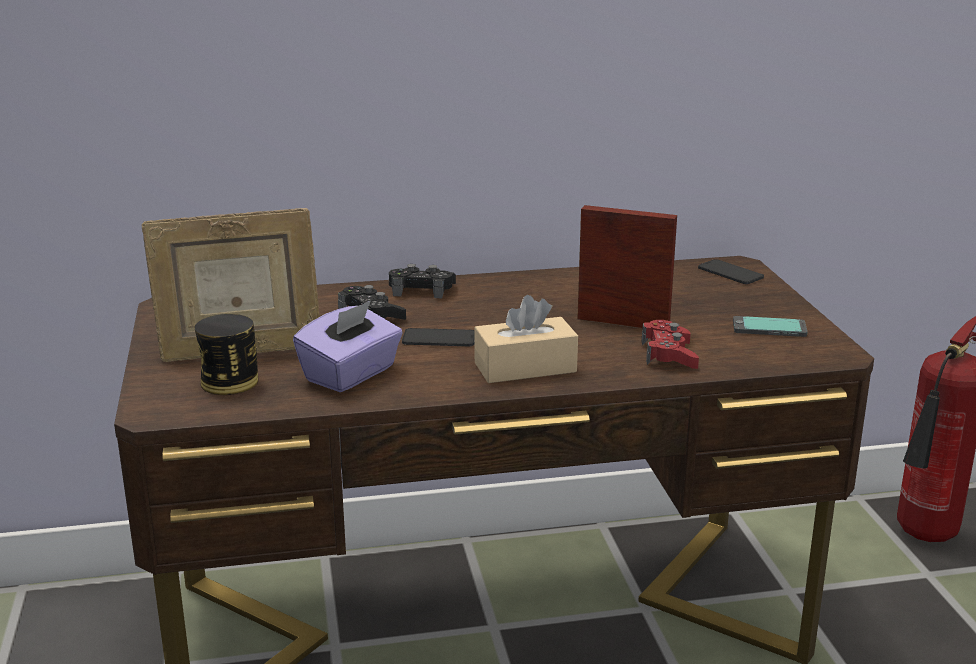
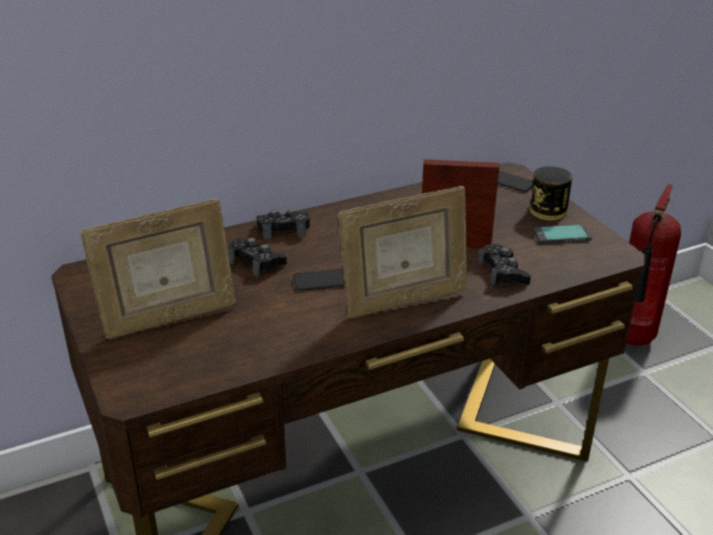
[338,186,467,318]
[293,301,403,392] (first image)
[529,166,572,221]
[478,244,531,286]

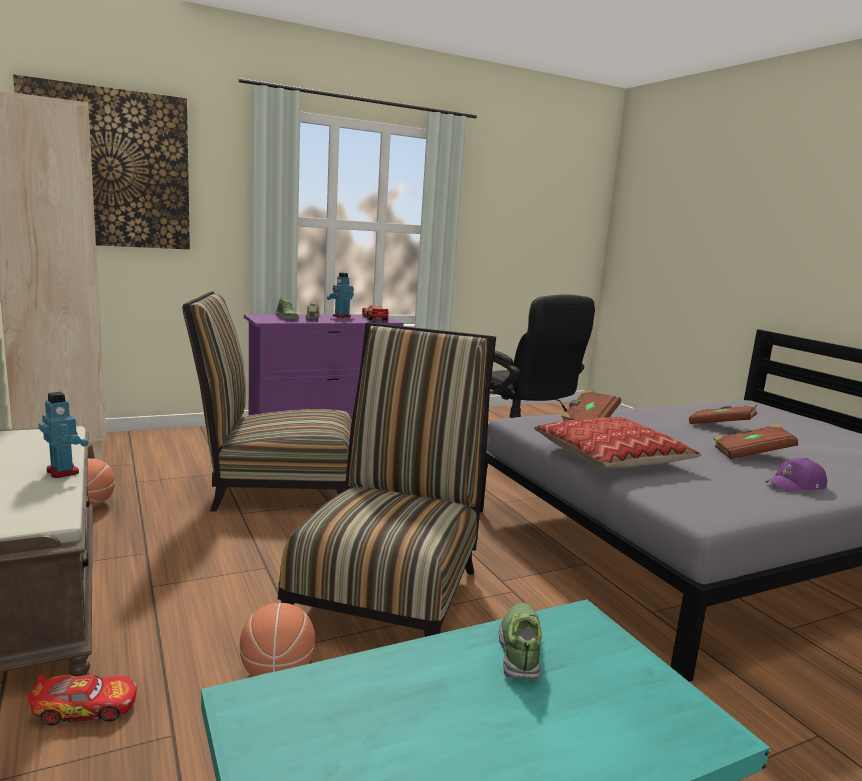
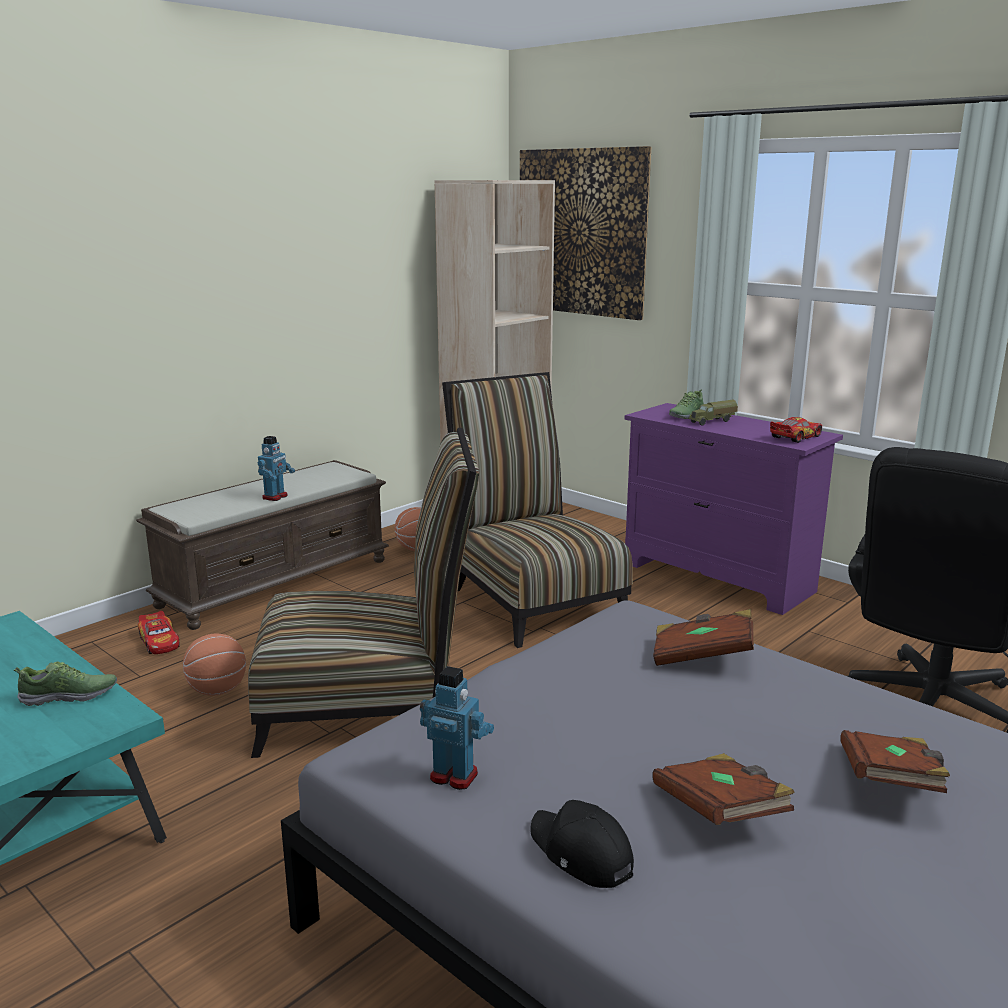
[420,666,494,790]
[534,417,702,468] (first image)
[531,800,634,888]

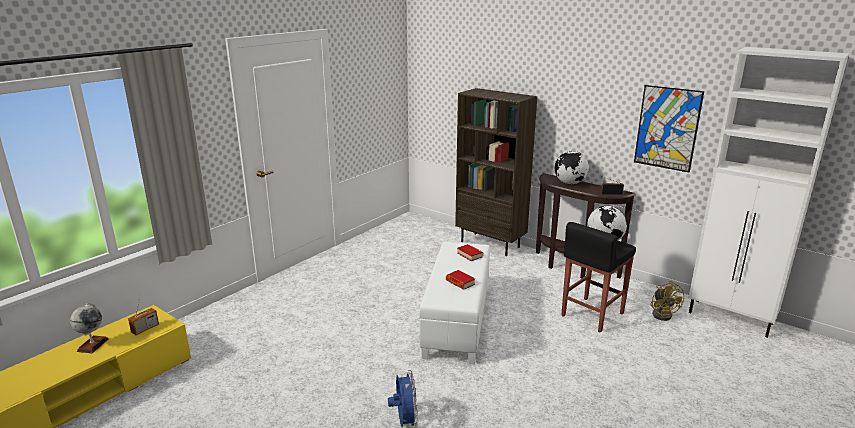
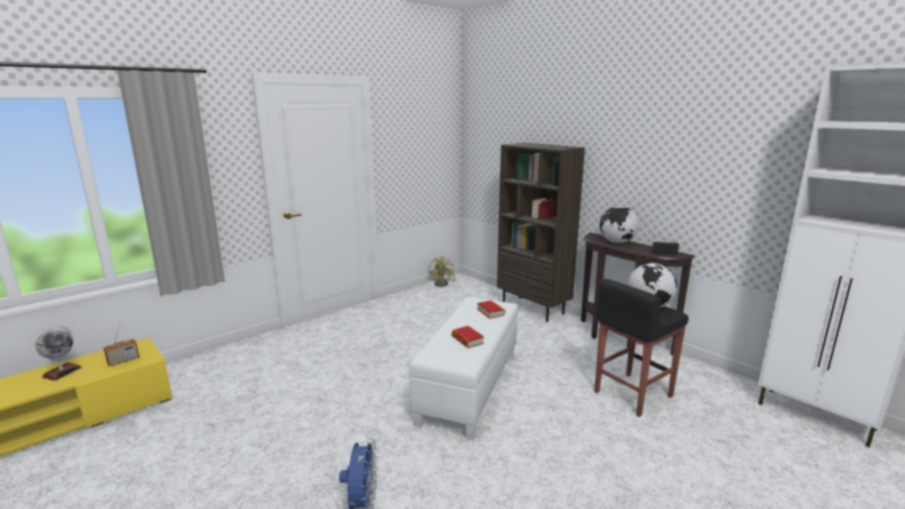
[634,85,704,173] (first image)
[428,256,456,287]

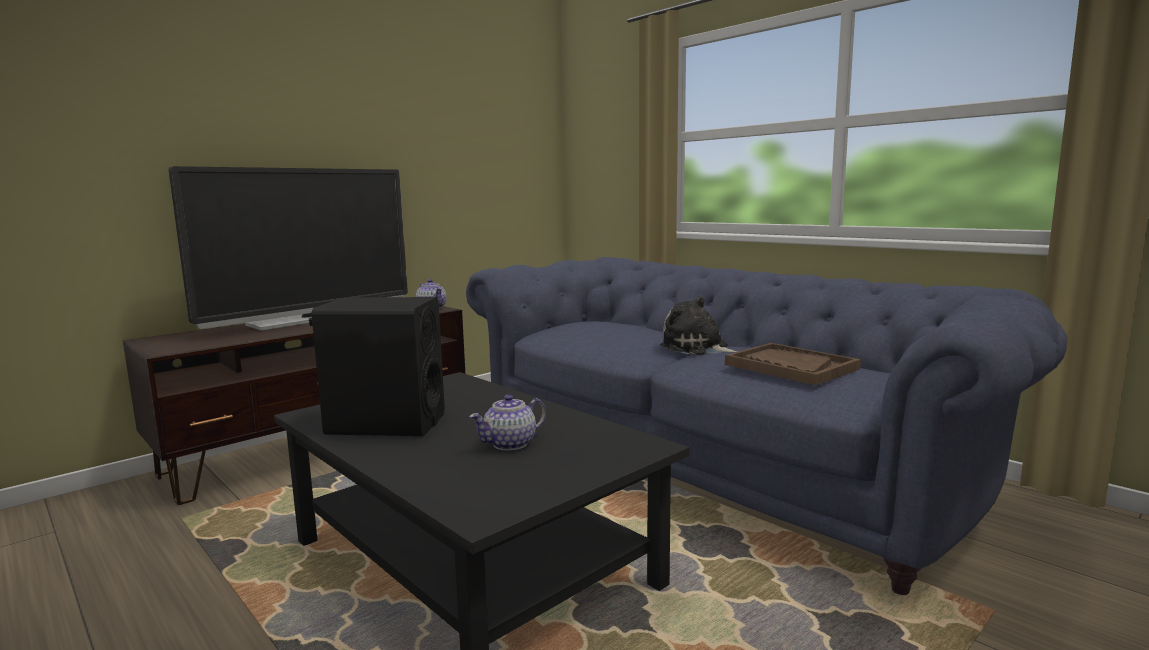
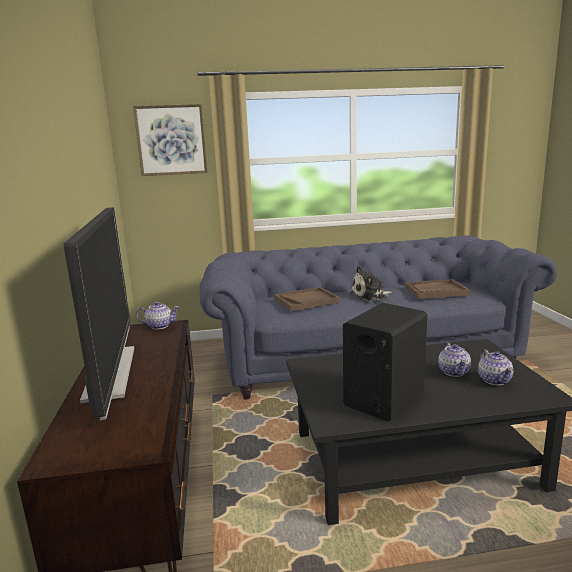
[133,104,208,176]
[275,287,340,311]
[478,349,513,385]

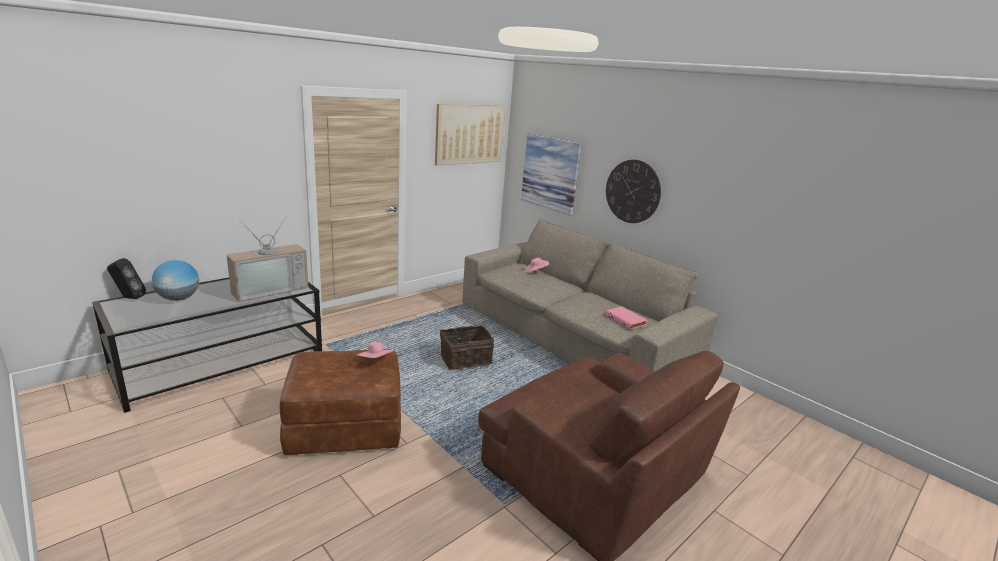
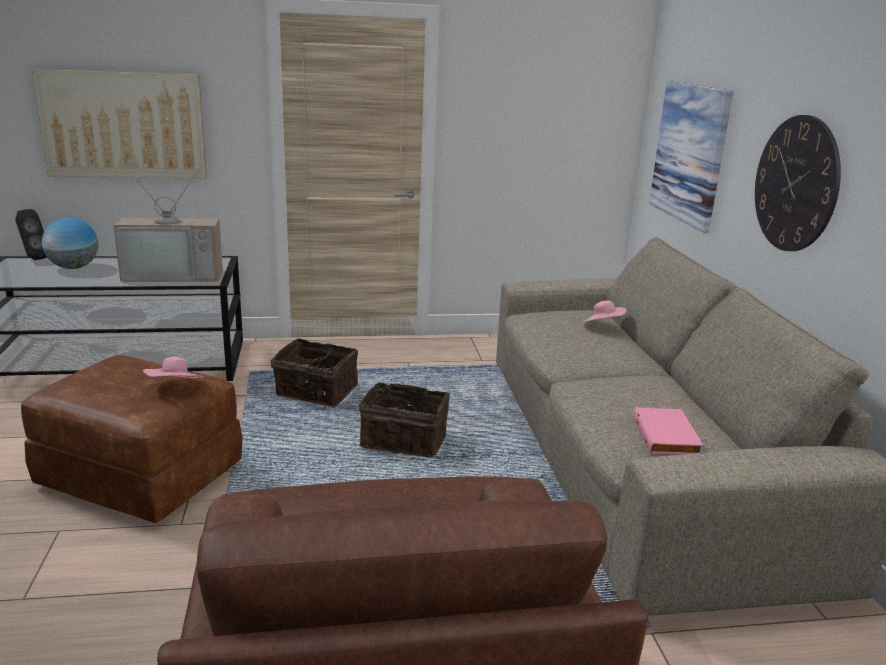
[32,69,207,179]
[271,338,358,406]

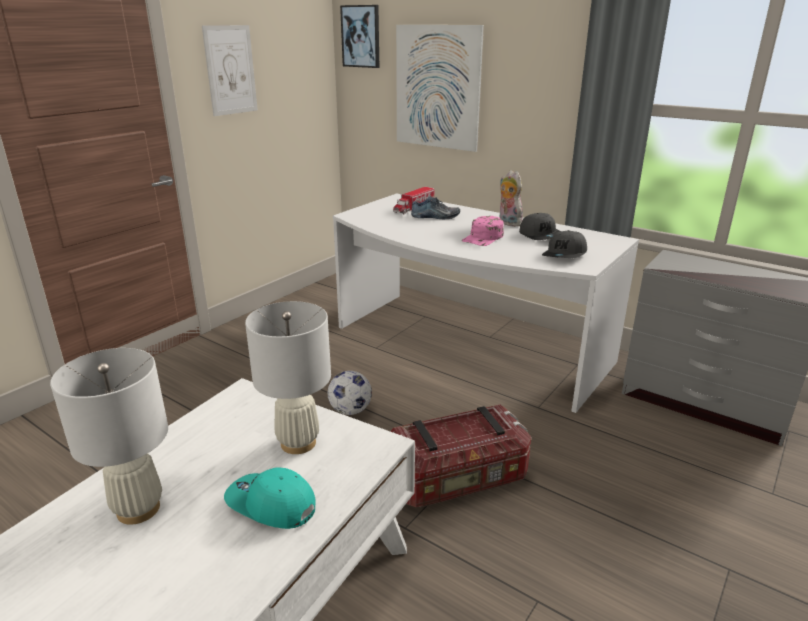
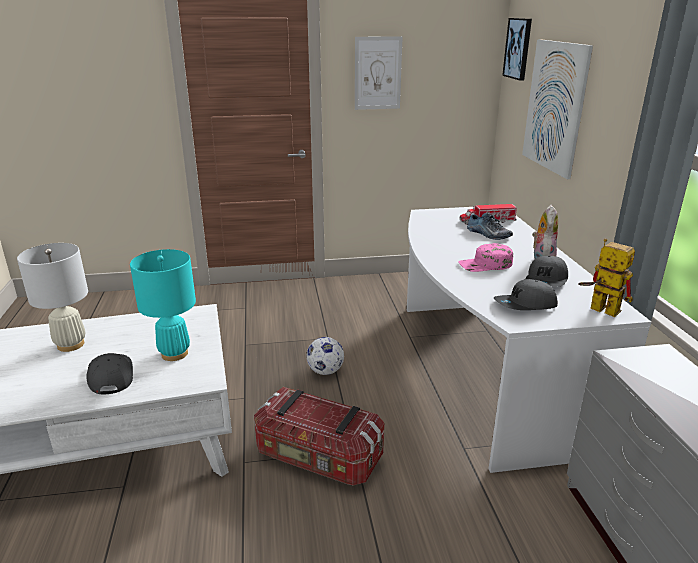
[130,249,196,361]
[86,353,133,395]
[578,239,635,317]

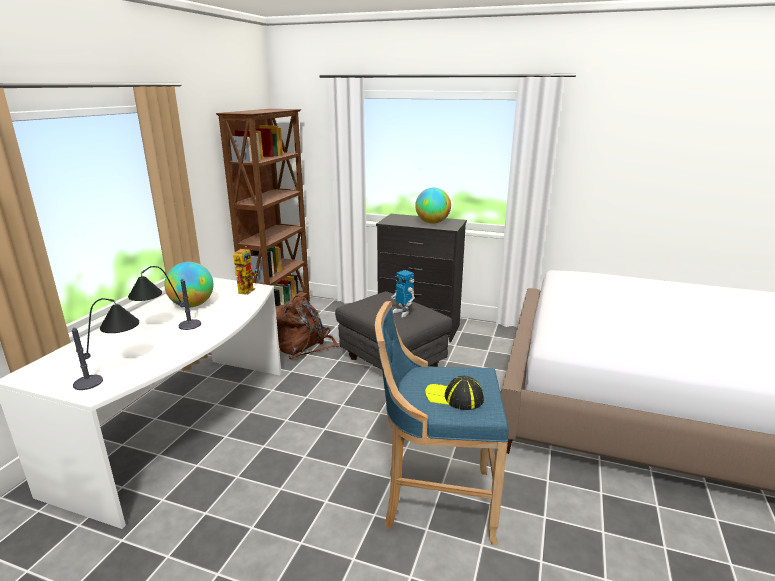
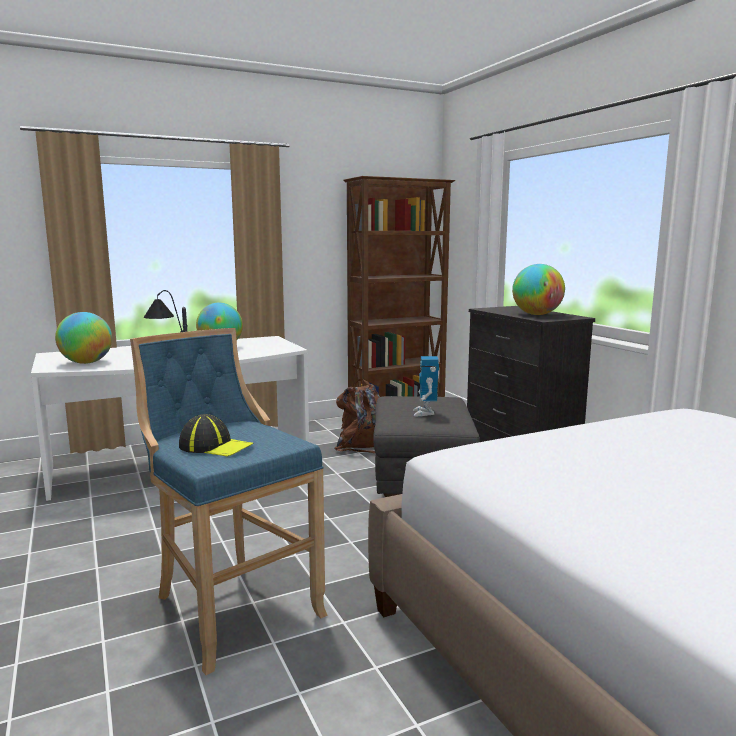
[233,246,258,295] (first image)
[55,312,112,364]
[179,414,254,457]

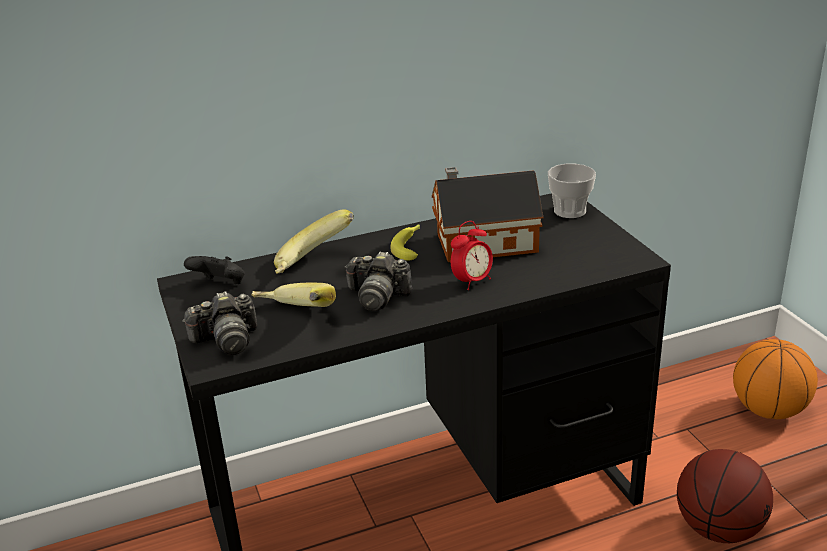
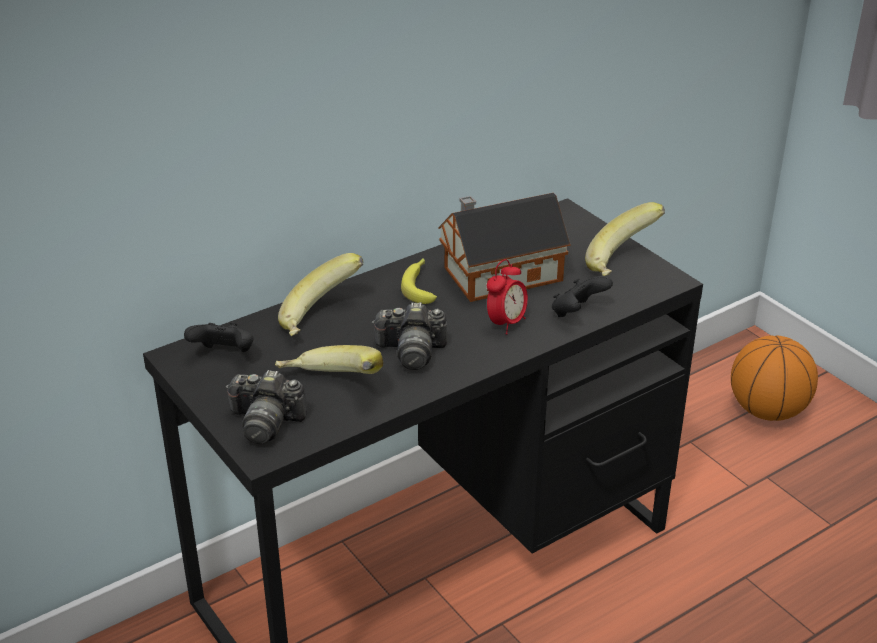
[548,164,596,218] (first image)
[226,370,307,444]
[677,449,773,543] (first image)
[585,202,665,276]
[552,276,613,317]

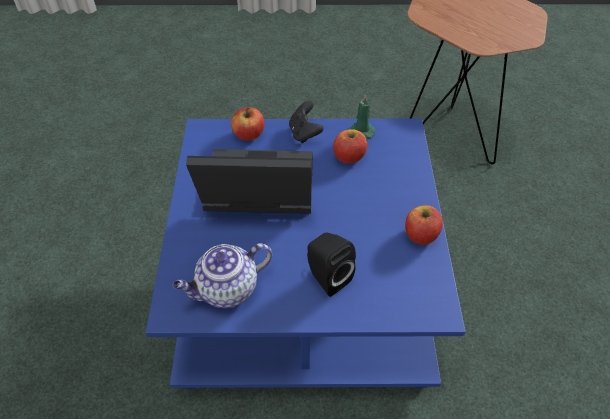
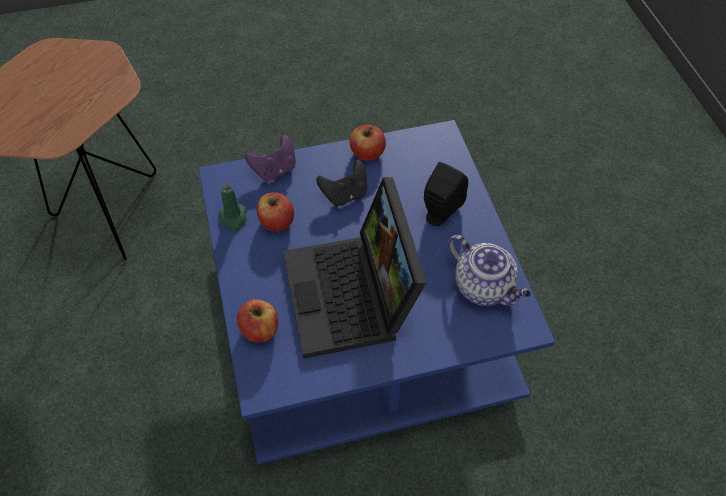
[316,160,367,206]
[245,135,296,181]

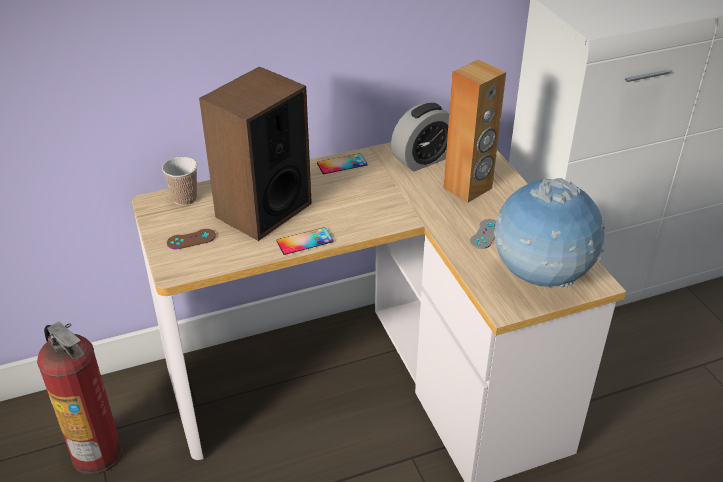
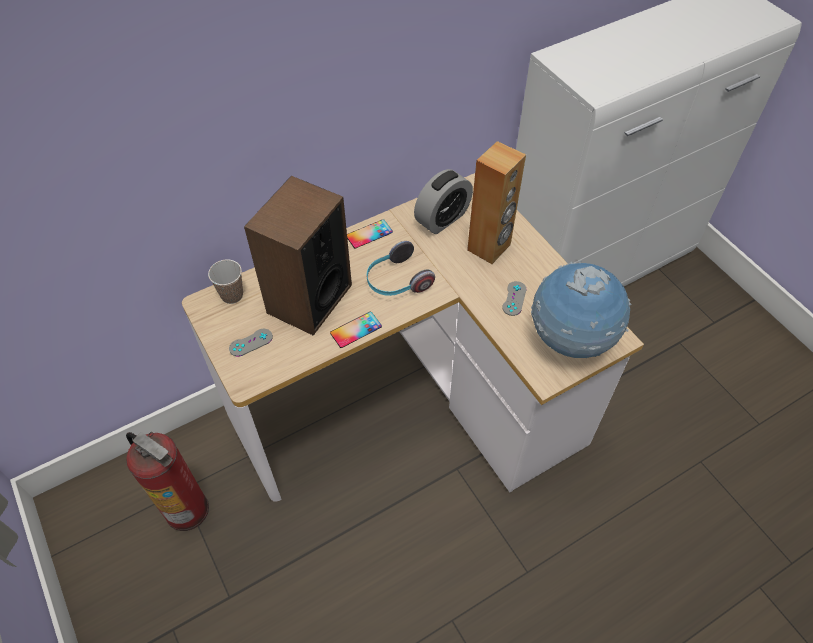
[229,329,273,357]
[367,241,435,296]

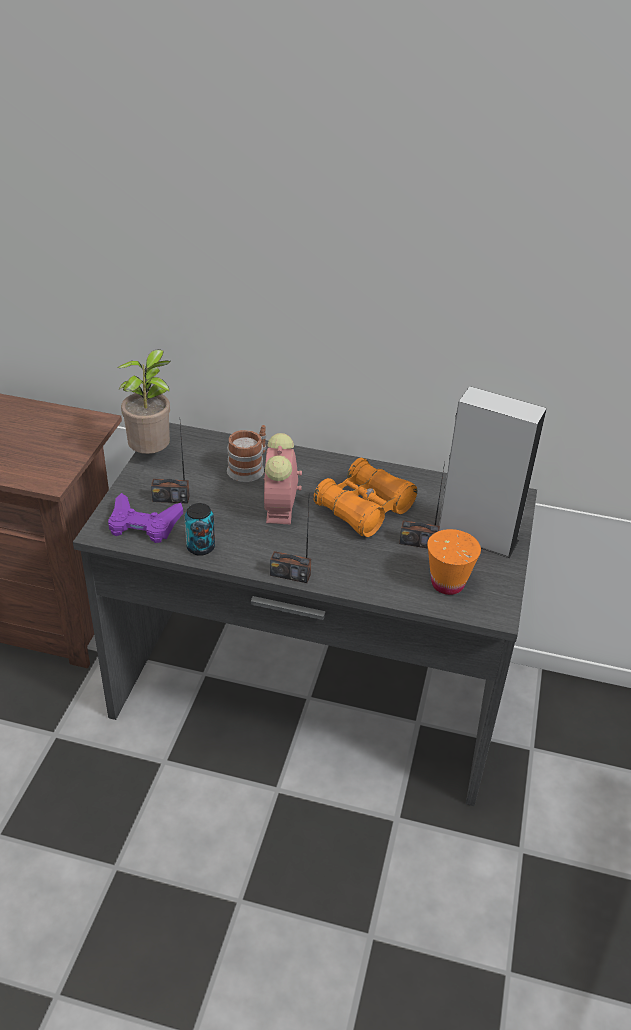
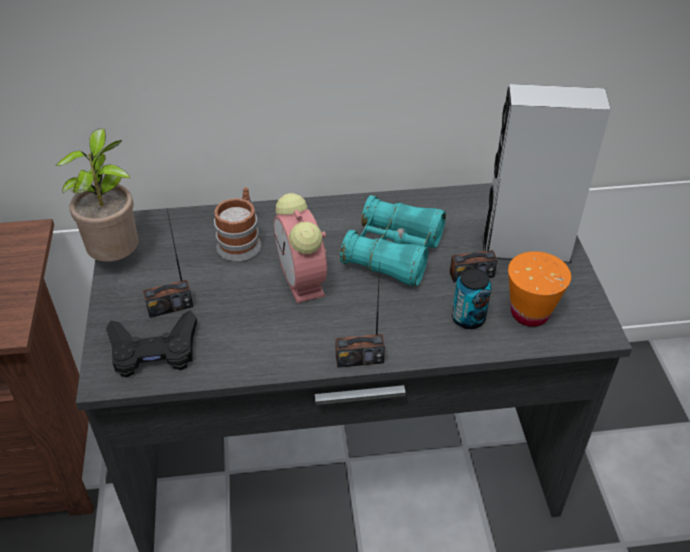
[340,195,446,287]
[106,310,197,378]
[452,268,492,329]

